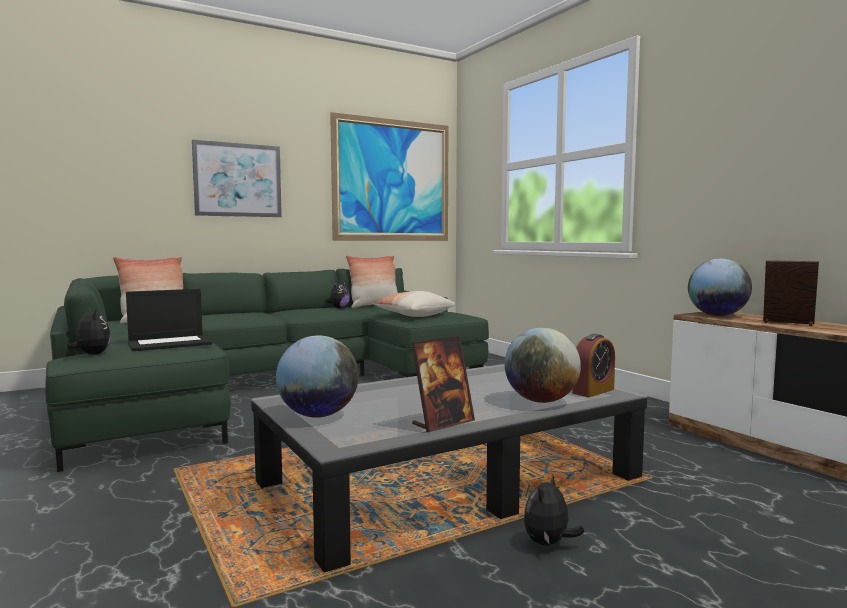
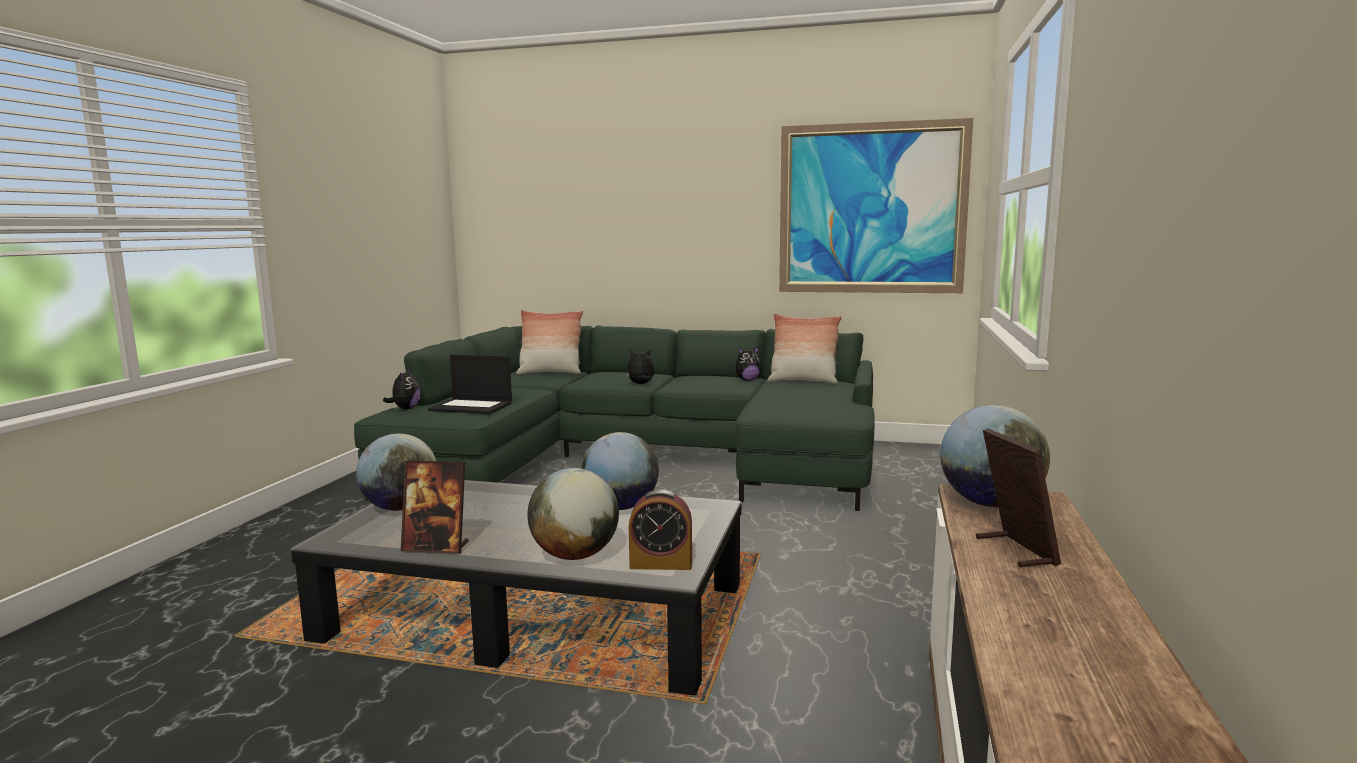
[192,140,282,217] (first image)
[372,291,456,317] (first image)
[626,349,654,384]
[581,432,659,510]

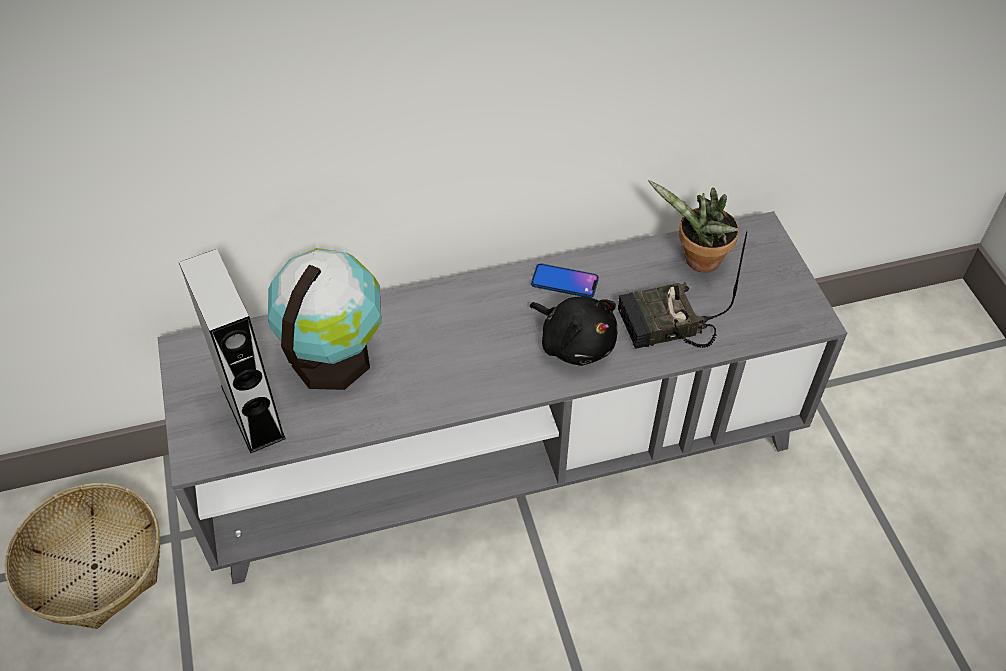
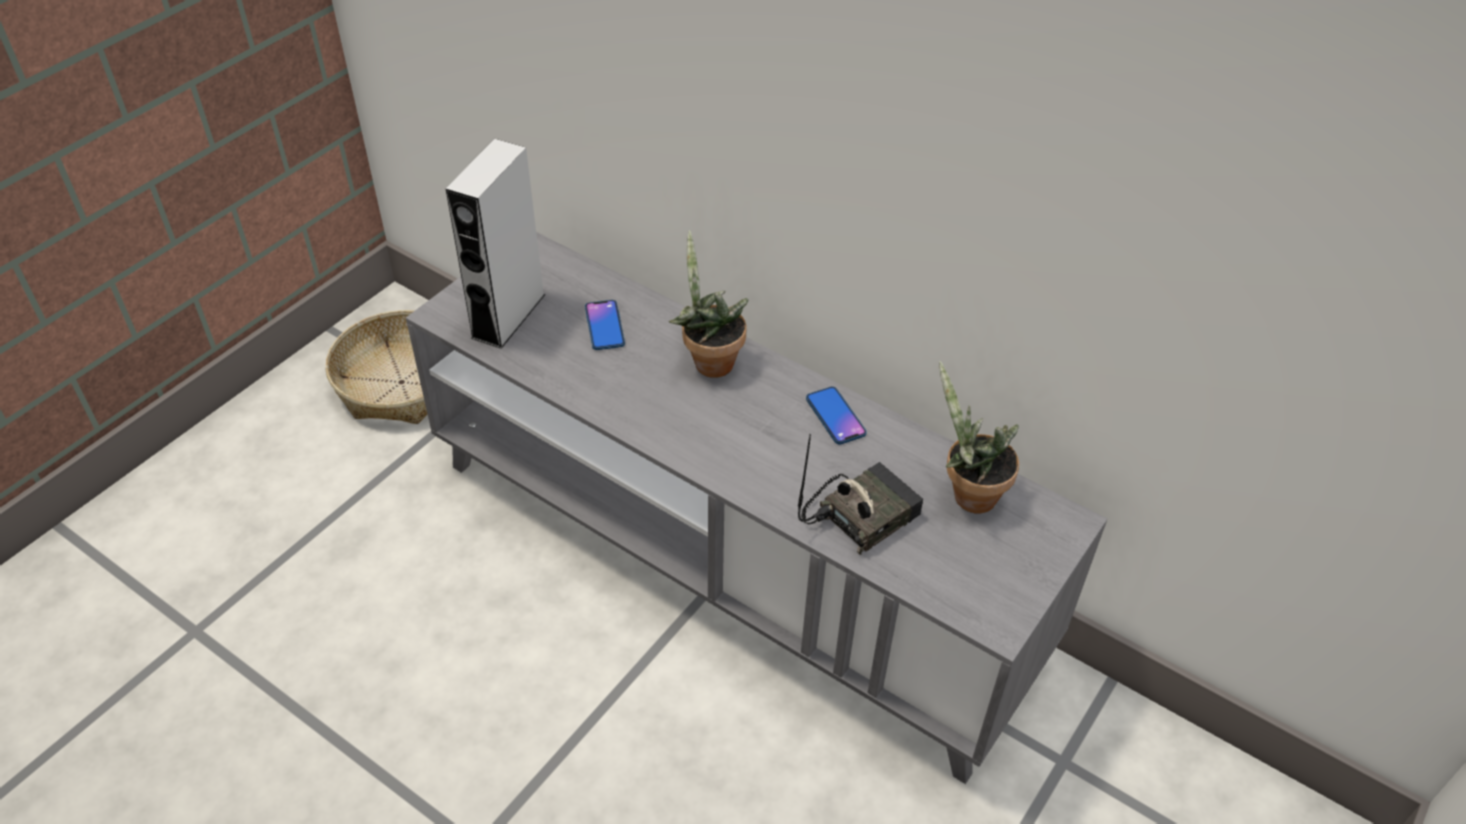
[798,434,924,555]
[585,300,625,350]
[530,296,618,366] (first image)
[669,230,749,378]

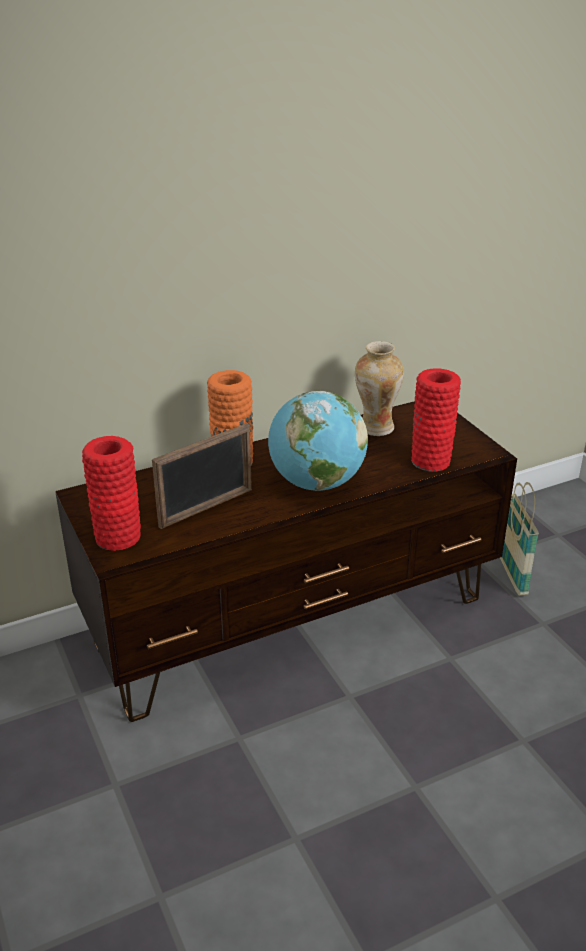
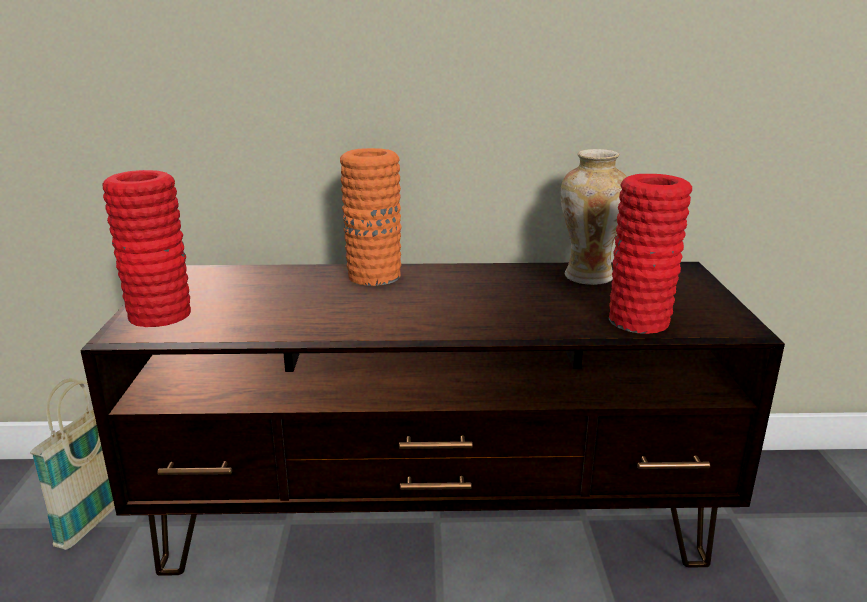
[268,391,368,491] (first image)
[152,423,252,529] (first image)
[30,378,115,550]

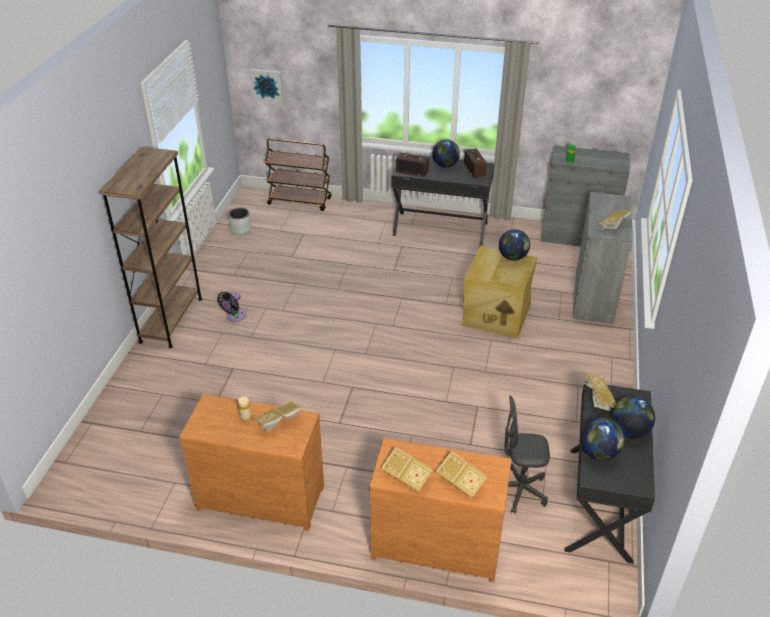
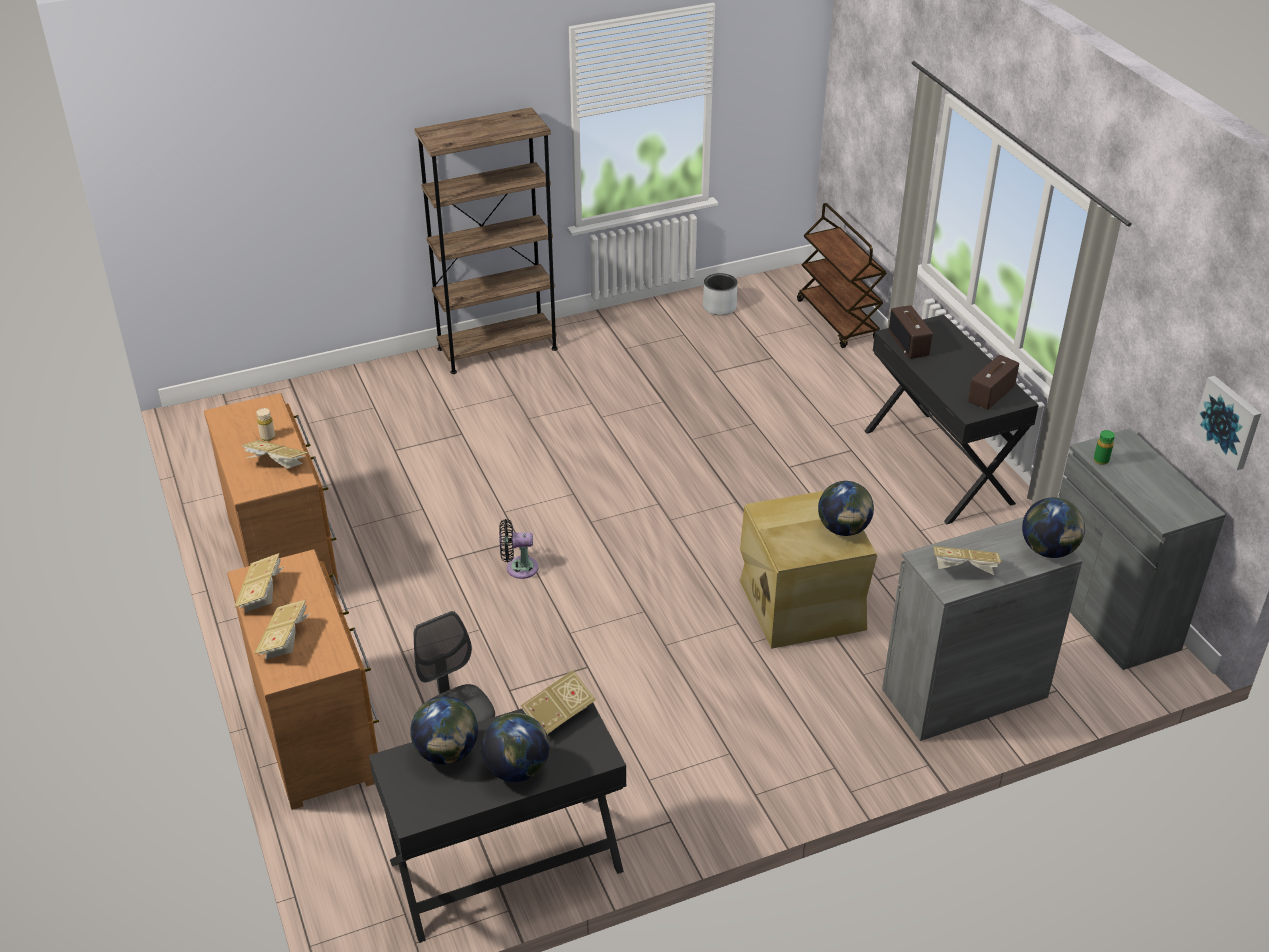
[1192,376,1261,471]
[1022,497,1085,558]
[499,519,538,579]

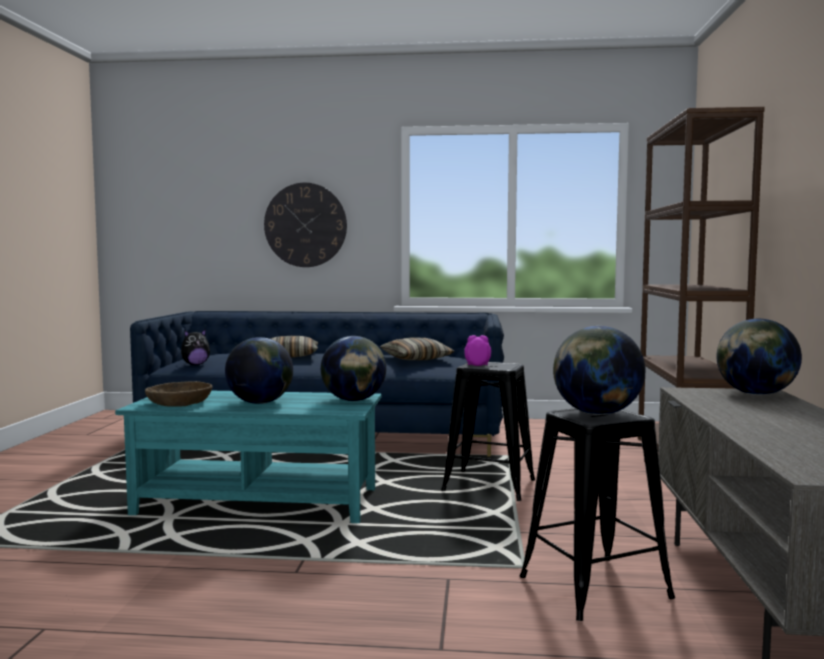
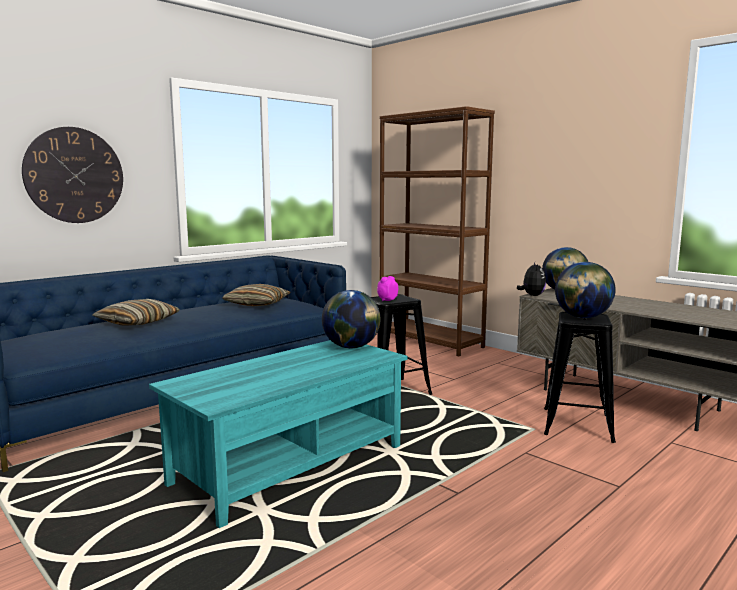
[517,262,546,296]
[225,337,293,404] (first image)
[145,381,213,407] (first image)

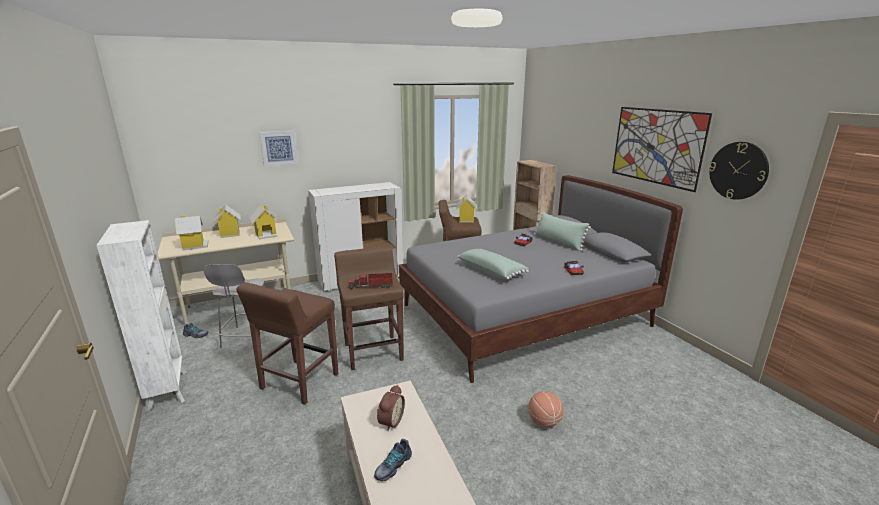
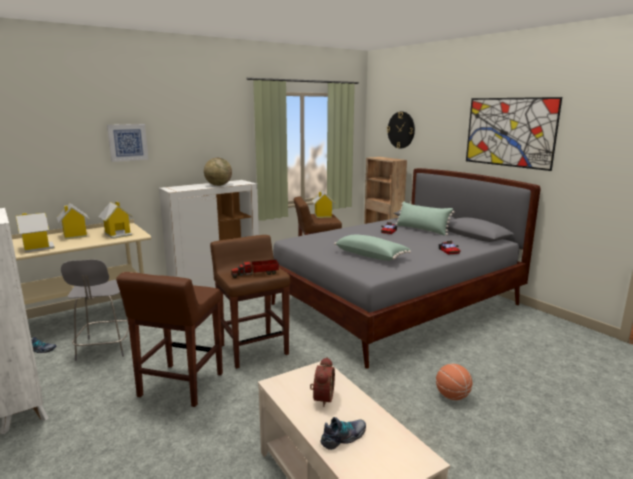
[387,112,415,149]
[321,417,366,450]
[204,158,232,186]

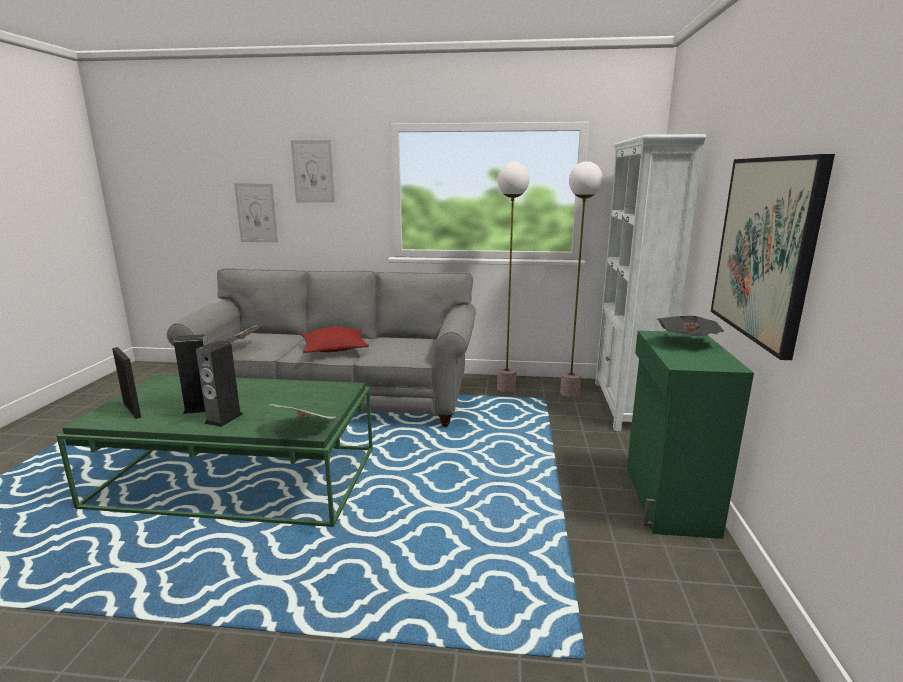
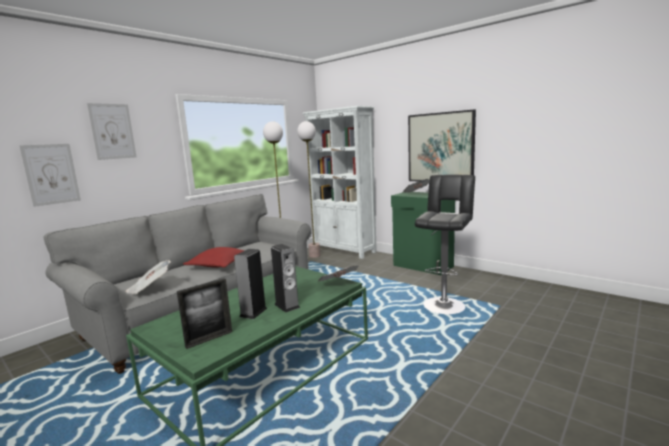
[177,278,232,349]
[415,175,475,314]

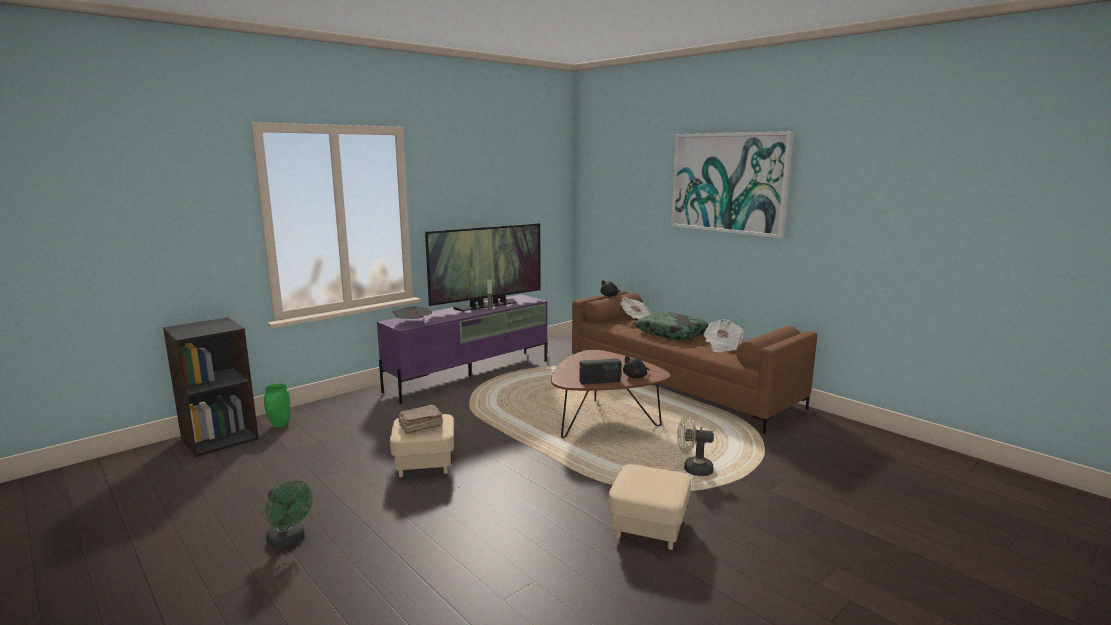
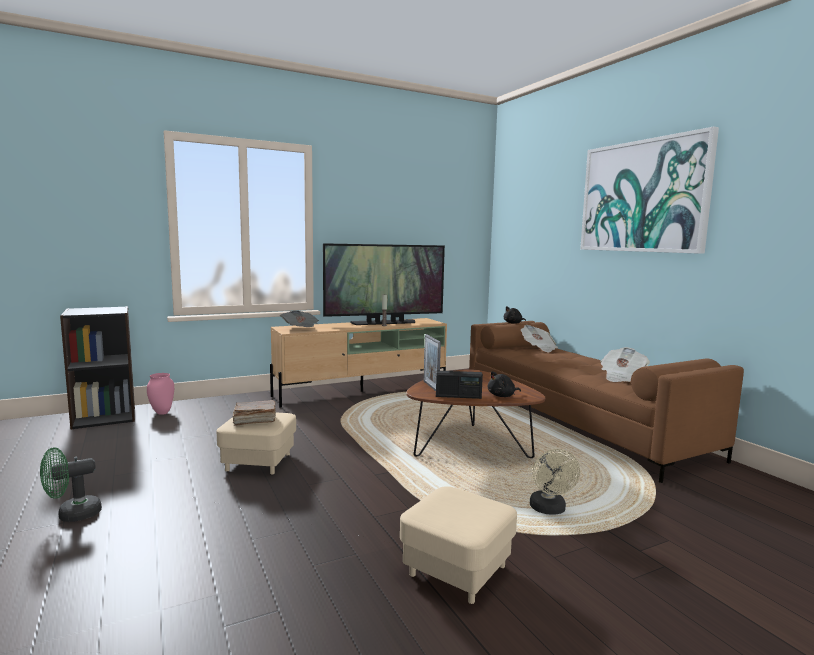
[270,318,447,408]
[636,312,709,340] (first image)
[147,373,174,415]
[530,449,580,515]
[40,448,102,522]
[424,334,441,391]

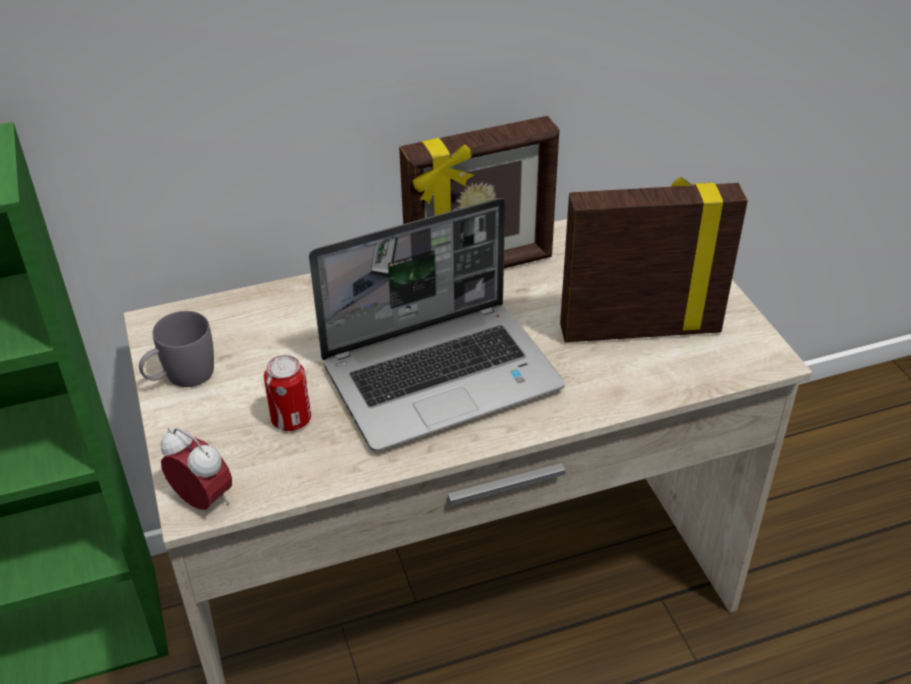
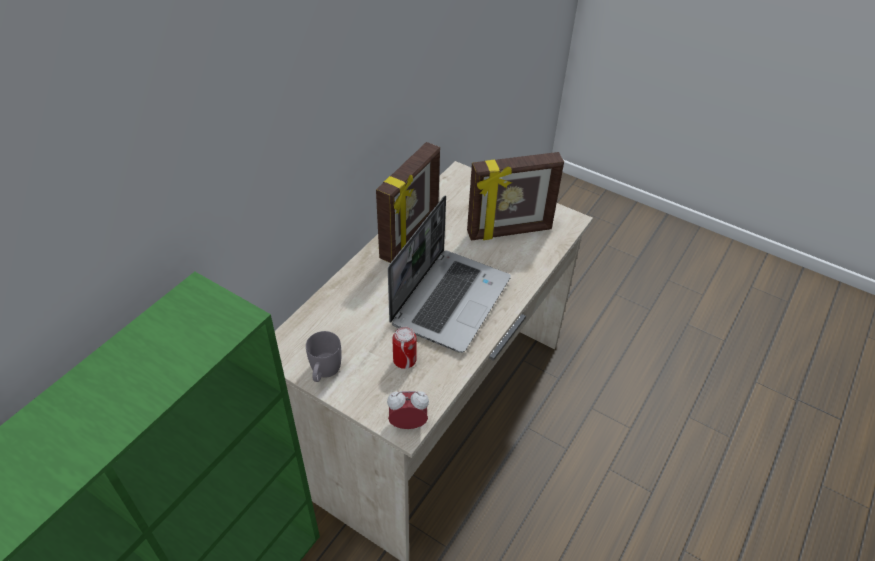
[467,152,564,241]

